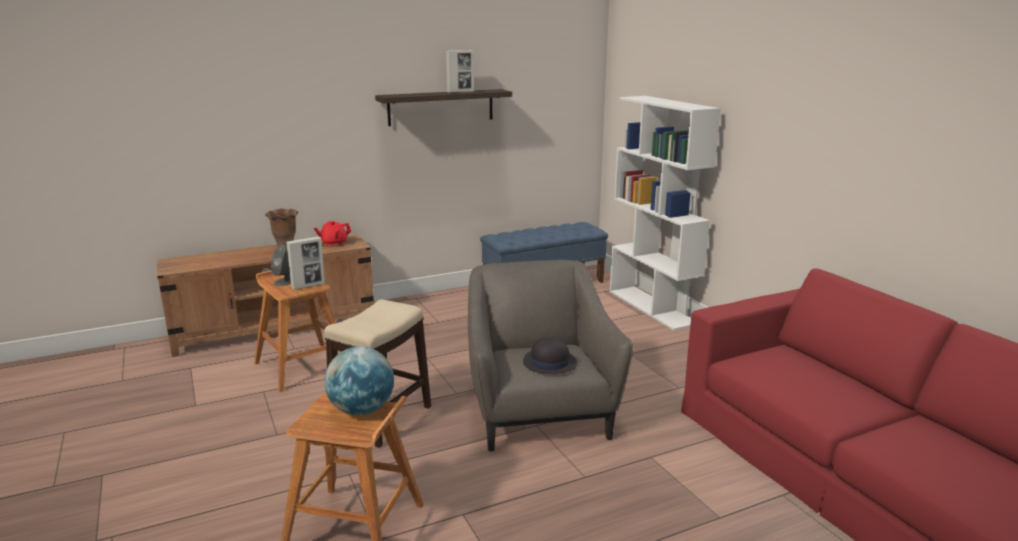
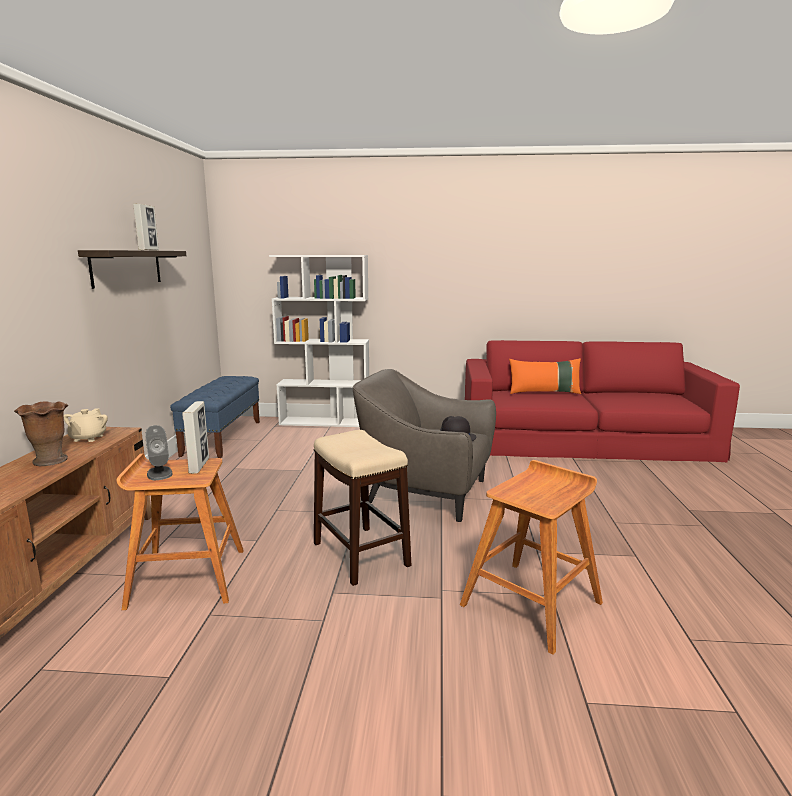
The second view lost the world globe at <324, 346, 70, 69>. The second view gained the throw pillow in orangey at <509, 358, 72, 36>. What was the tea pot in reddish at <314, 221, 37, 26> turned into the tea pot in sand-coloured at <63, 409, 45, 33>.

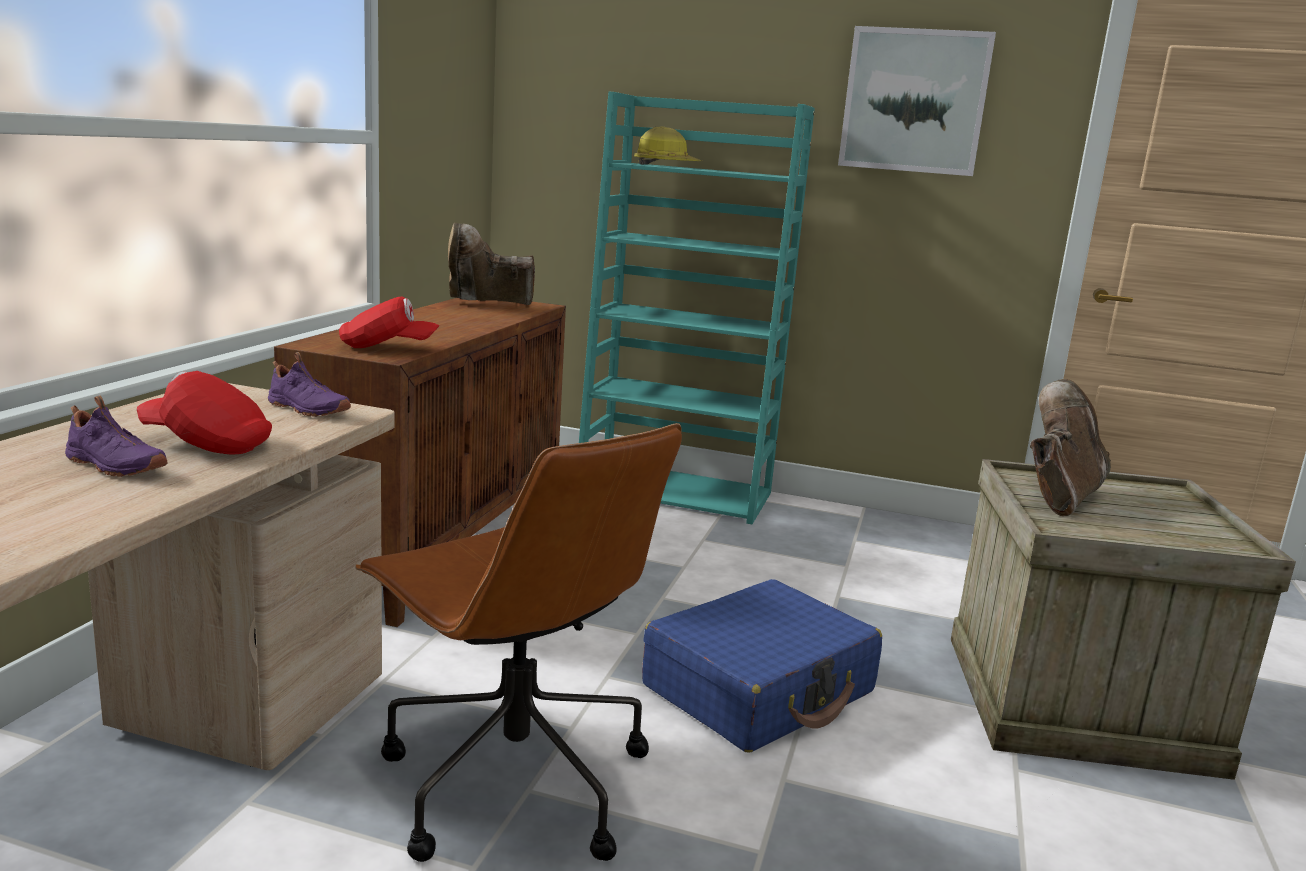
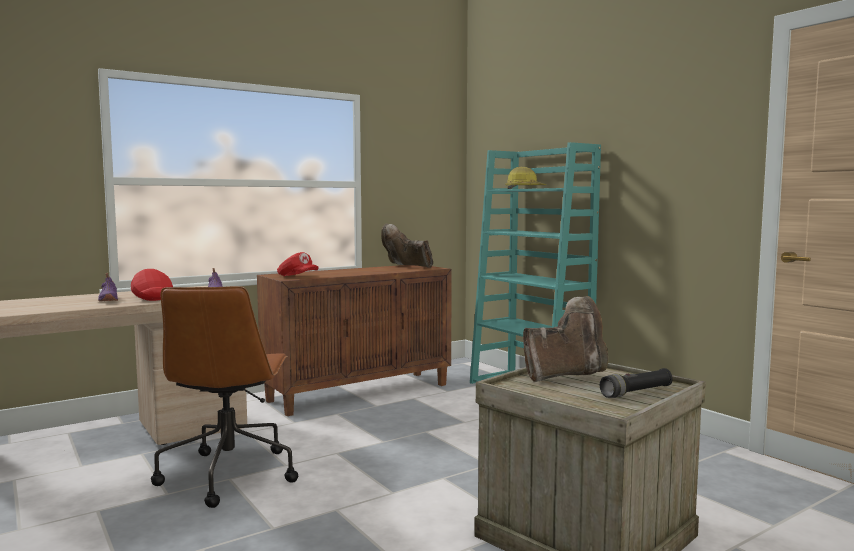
The second view lost the piece of luggage in blue at <642, 579, 240, 173>. The second view lost the picture at <838, 26, 158, 150>. The second view gained the torch in black-coloured at <600, 368, 73, 30>.

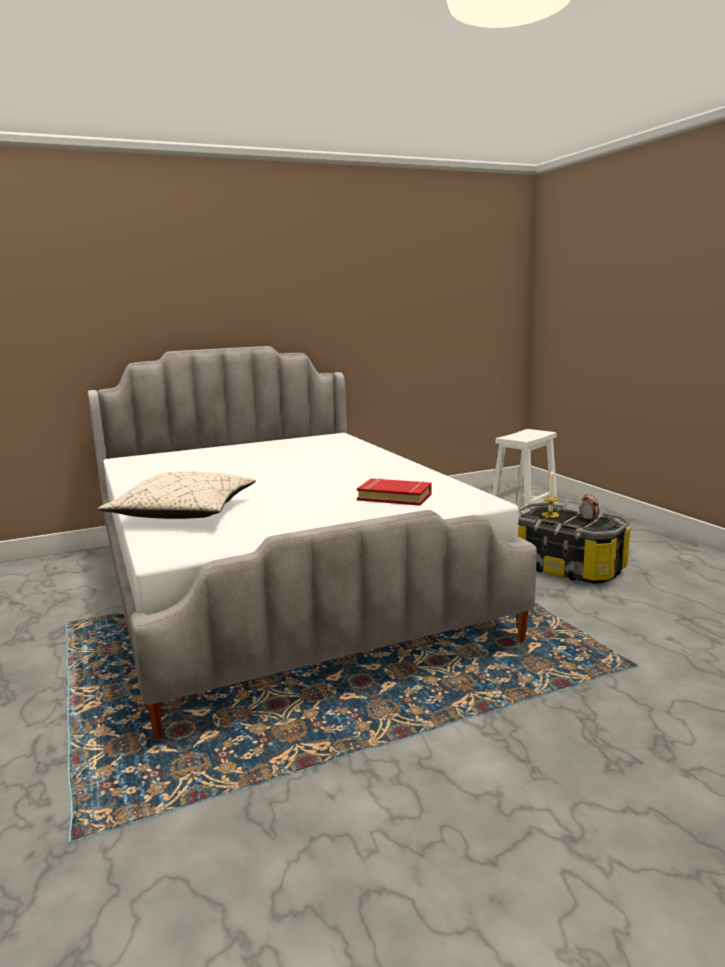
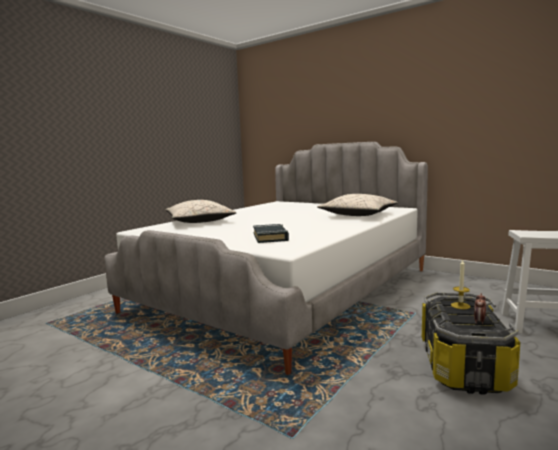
The second view gained the throw pillow in sand-coloured at <317, 194, 81, 22>. What was the volume in reddish at <357, 478, 75, 28> turned into the volume in black-coloured at <253, 224, 36, 19>.

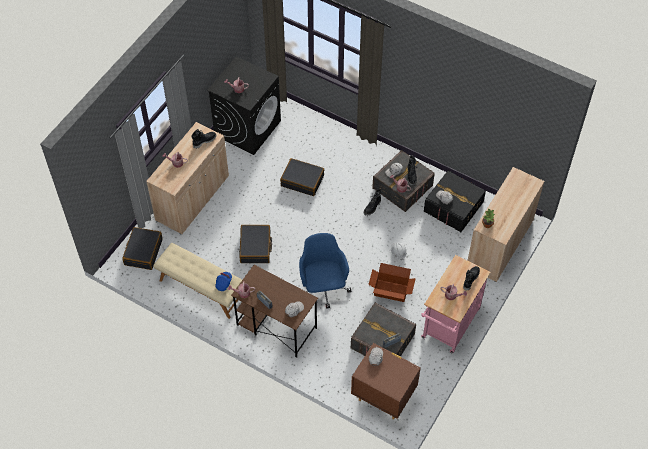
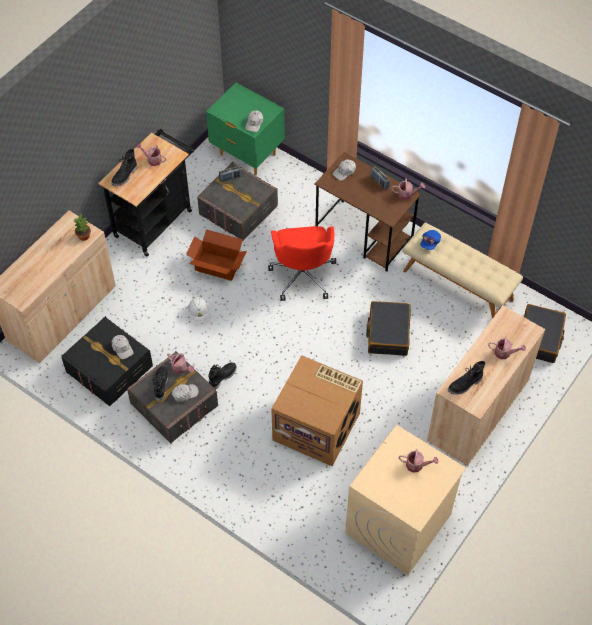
Where the piece of luggage in black-coloured stood at <280, 158, 44, 38>, the cardboard box came to stand at <271, 355, 92, 111>. What was the laundry machine in black-coloured at <207, 57, 74, 98> turned into the laundry machine in sand-coloured at <345, 425, 121, 150>. What was the office chair in blue at <299, 233, 52, 75> turned into the office chair in reddish at <268, 226, 68, 75>. What was the night table in brown-coloured at <351, 343, 70, 77> turned into the night table in green at <206, 83, 79, 92>. What was the trolley in pink-coloured at <421, 255, 70, 98> turned into the trolley in black-coloured at <98, 129, 96, 128>.

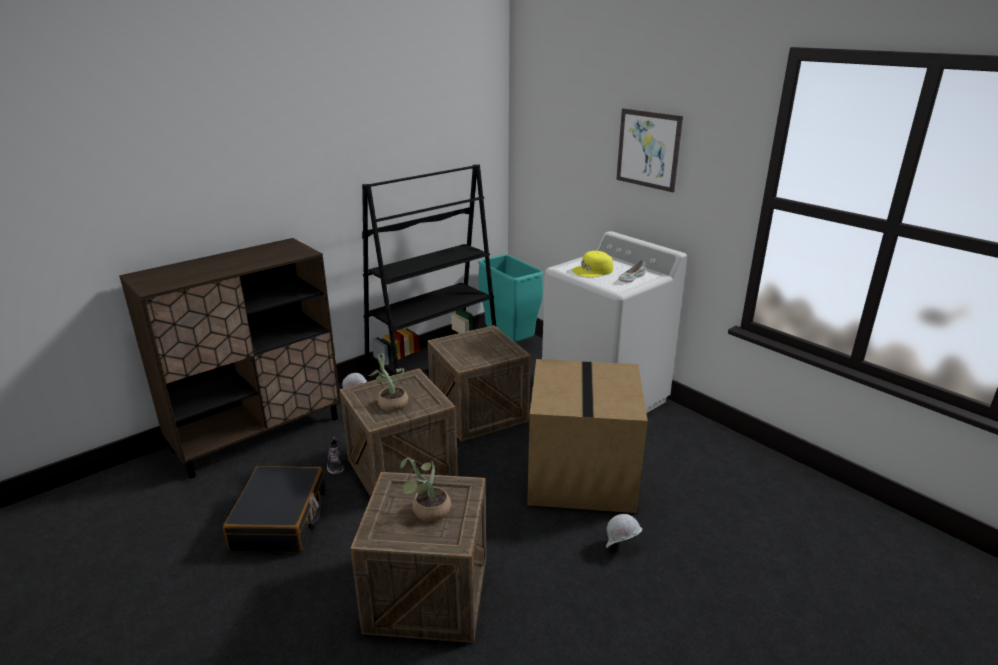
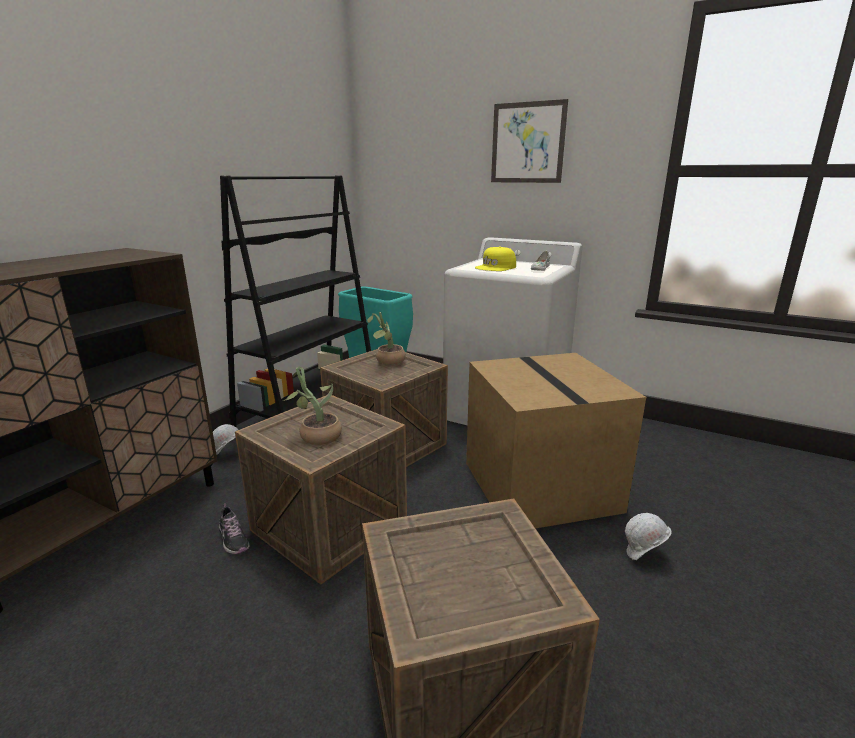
The second view lost the piece of luggage in black-coloured at <223, 466, 103, 87>. The houseplant ended up elsewhere, having gone from <400, 458, 51, 64> to <367, 312, 39, 53>.

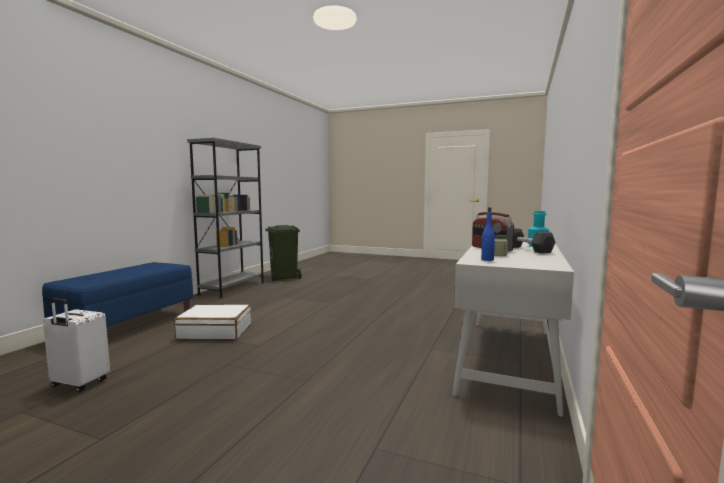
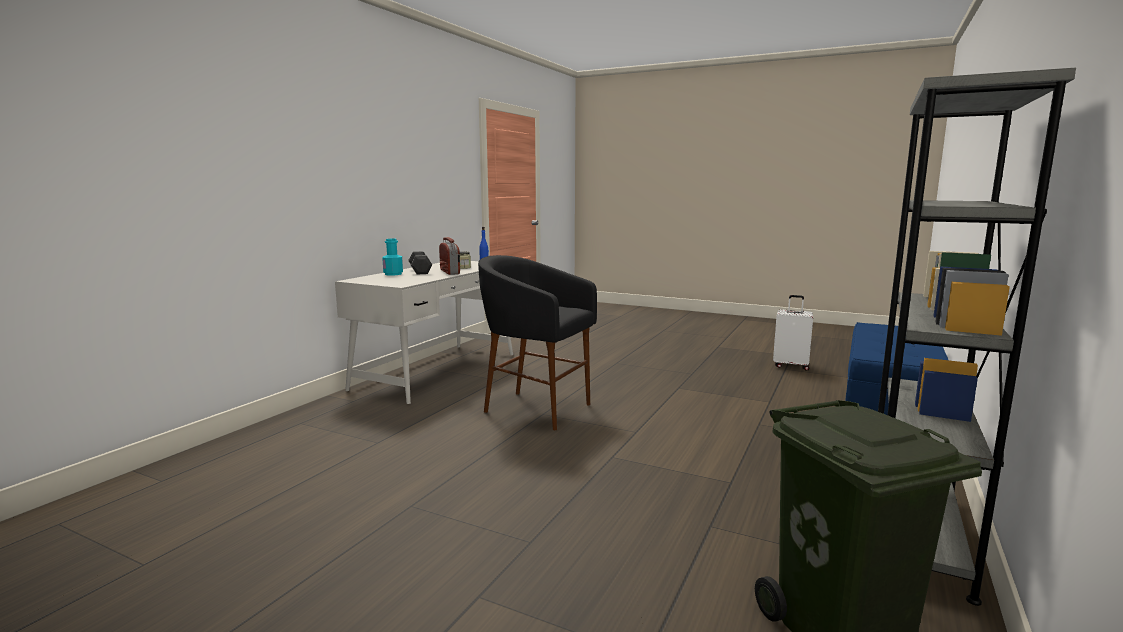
The second view lost the piece of luggage in white at <174, 305, 77, 35>. The second view gained the stool in black-coloured at <478, 255, 119, 175>.

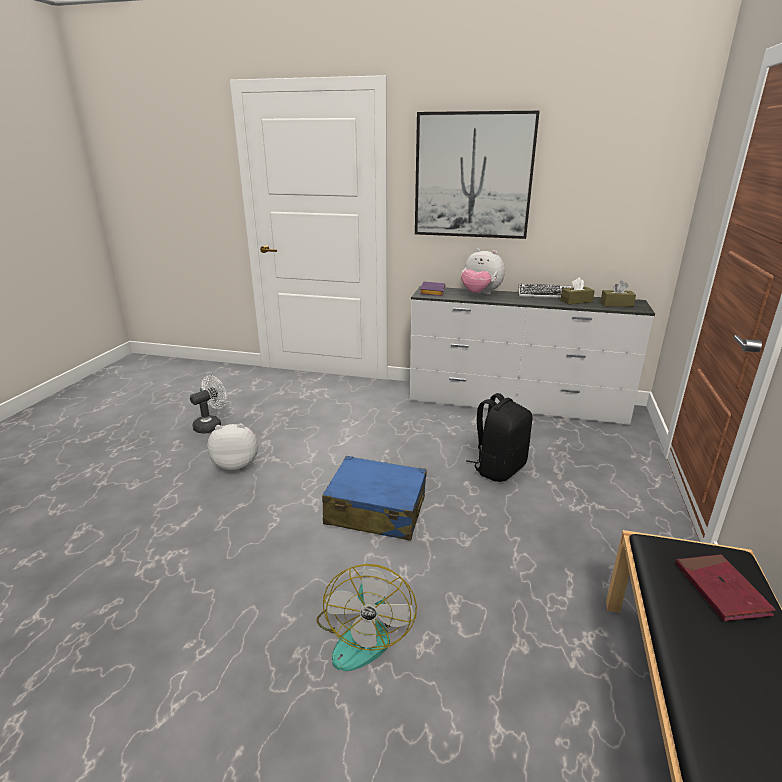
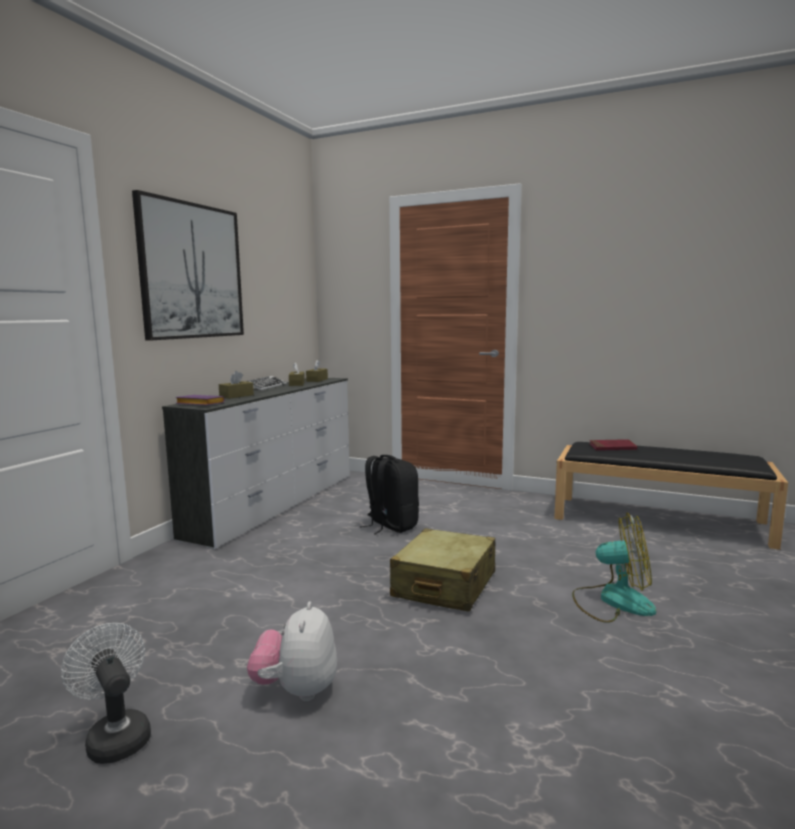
Where the soft toy stood at <461, 248, 44, 47>, the tissue box in brown-coloured came to stand at <219, 371, 35, 28>. What was the piece of luggage in blue at <322, 456, 105, 85> turned into the piece of luggage in sand-coloured at <390, 528, 105, 84>.

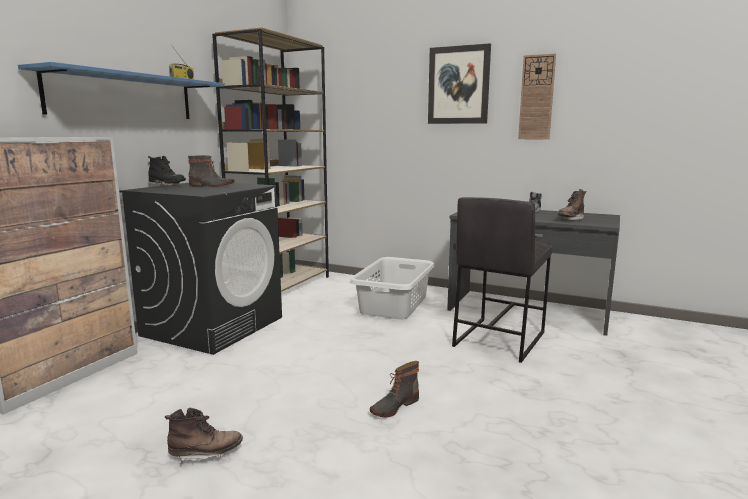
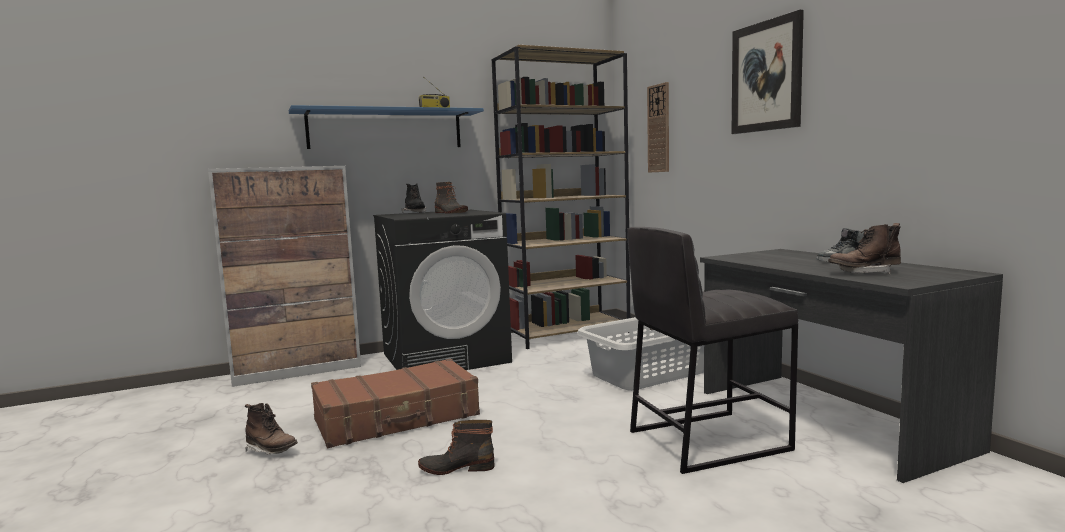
The second view gained the piece of luggage in brown-coloured at <311, 358, 169, 90>. The hanging clock ended up elsewhere, having gone from <518, 53, 38, 87> to <647, 82, 22, 91>.

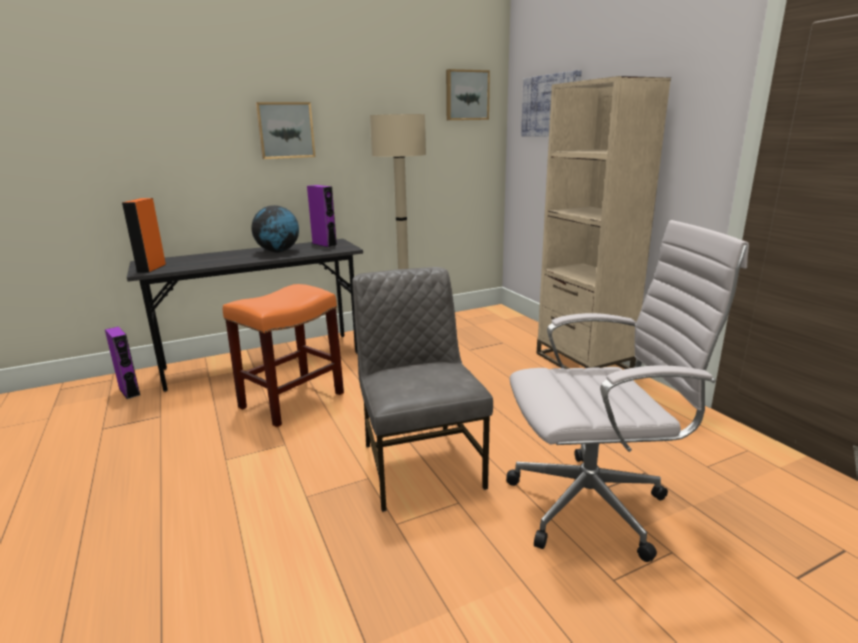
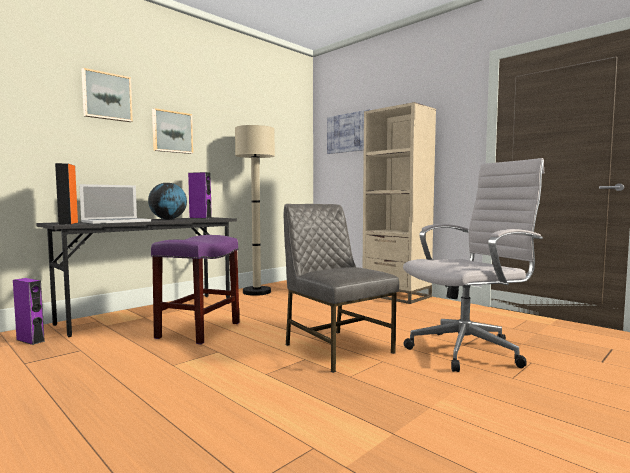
The second view gained the laptop at <79, 184, 72, 40>. The picture ended up elsewhere, having gone from <446, 69, 44, 51> to <81, 68, 52, 54>. What was the stool in orangey at <223, 284, 121, 144> turned into the stool in purplish at <151, 235, 89, 110>.

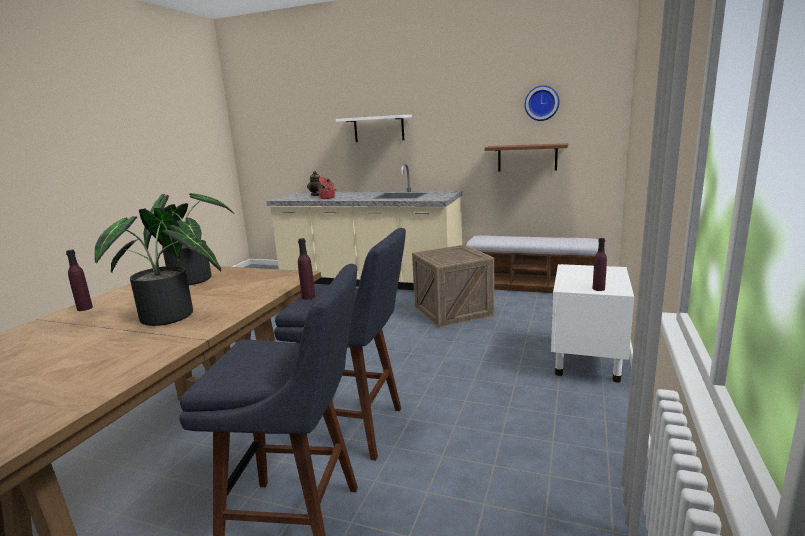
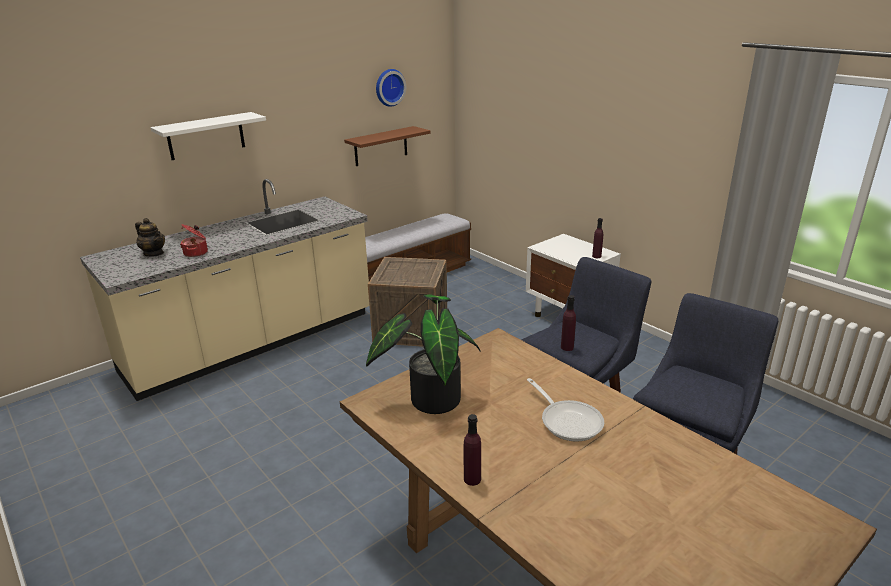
Where the houseplant stood at <95, 207, 126, 119>, the pan came to stand at <527, 378, 77, 64>.

